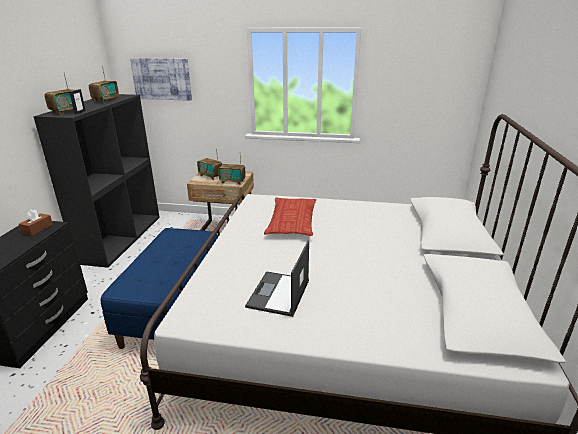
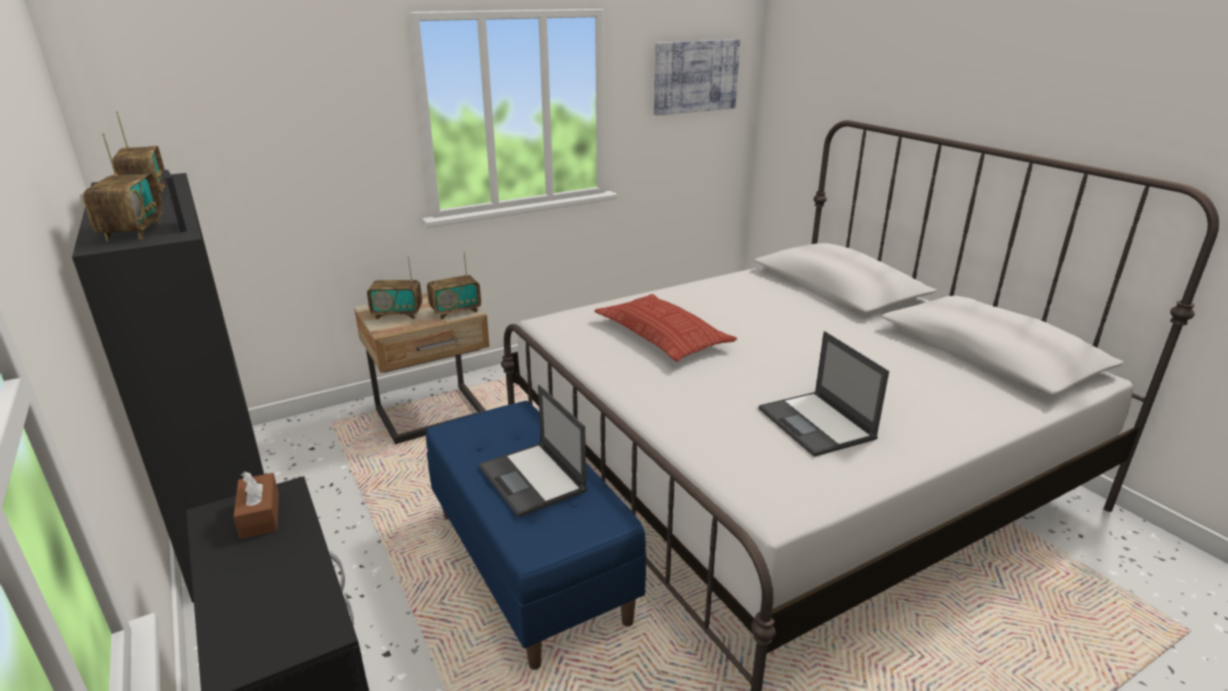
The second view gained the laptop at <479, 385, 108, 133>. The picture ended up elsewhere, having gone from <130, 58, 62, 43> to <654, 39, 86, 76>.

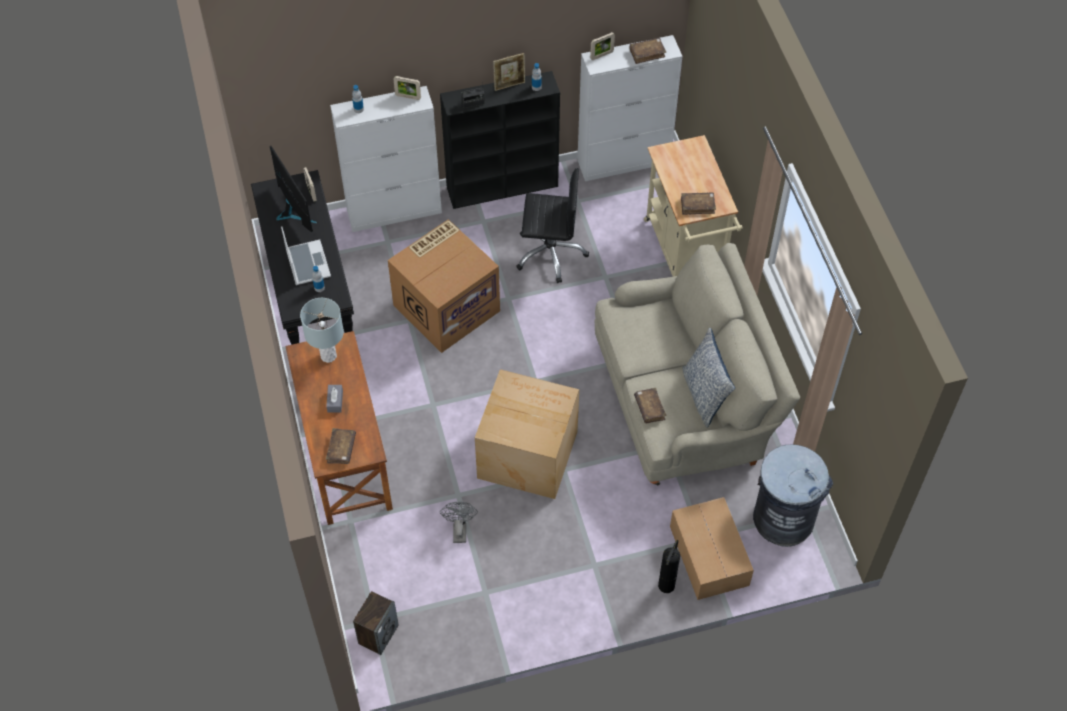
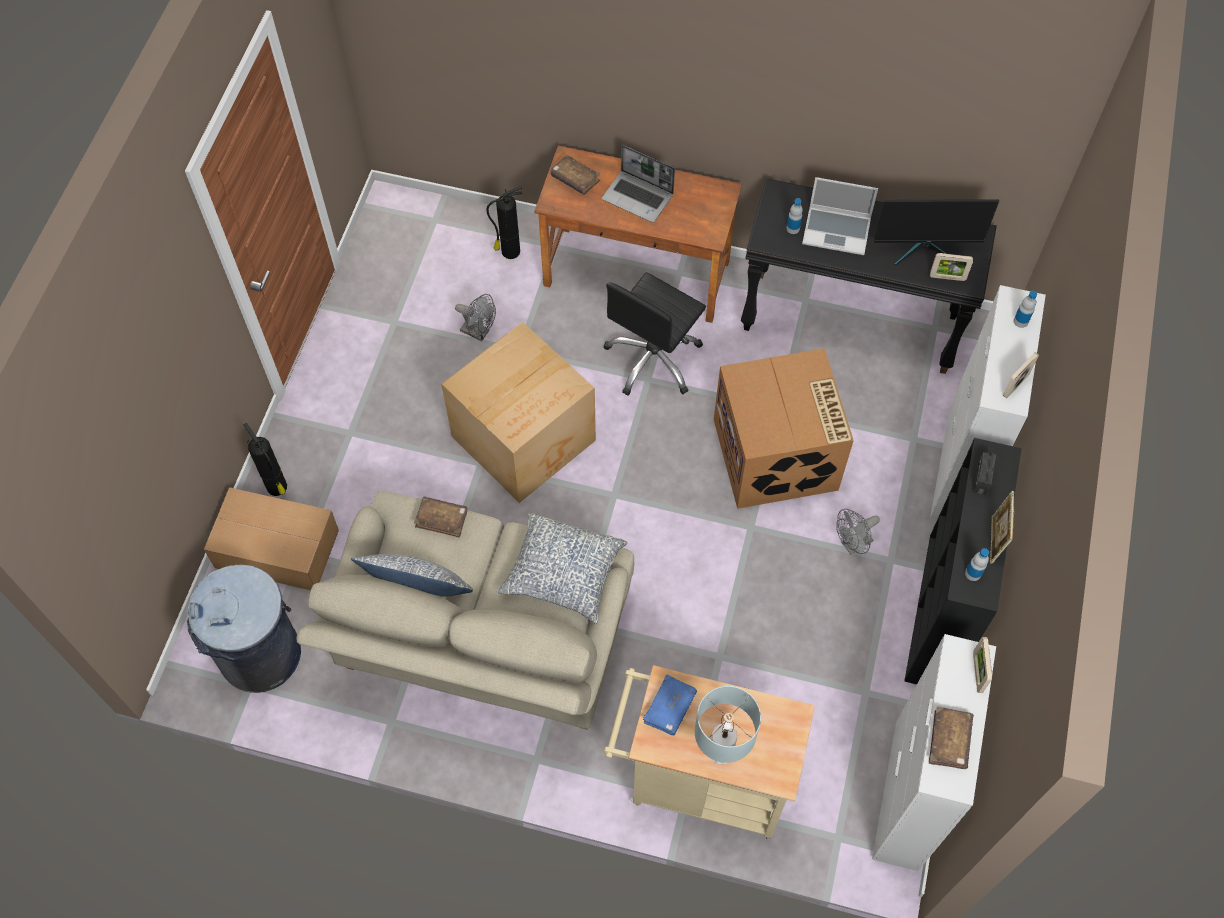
The second view lost the speaker at <353, 591, 46, 64>. The second view gained the fire-fighting cylinder at <487, 186, 36, 73>. The second view gained the throw pillow at <498, 512, 129, 112>. The second view gained the cooling fan in gray at <836, 509, 44, 45>. The tabletop lamp in gray ended up elsewhere, having gone from <300, 298, 44, 65> to <695, 686, 66, 78>. The office chair in black-coloured ended up elsewhere, having gone from <516, 168, 73, 115> to <603, 272, 103, 124>. Where the tissue box in gray stood at <326, 385, 17, 28>, the laptop came to stand at <602, 145, 73, 78>. What was the volume in brown-coloured at <681, 192, 35, 23> turned into the volume in blue at <643, 675, 54, 61>.

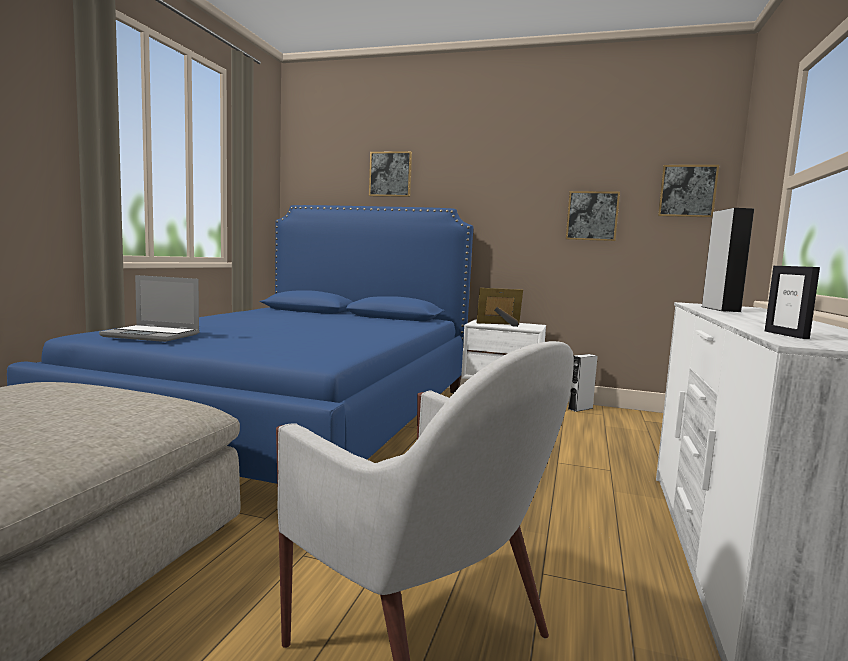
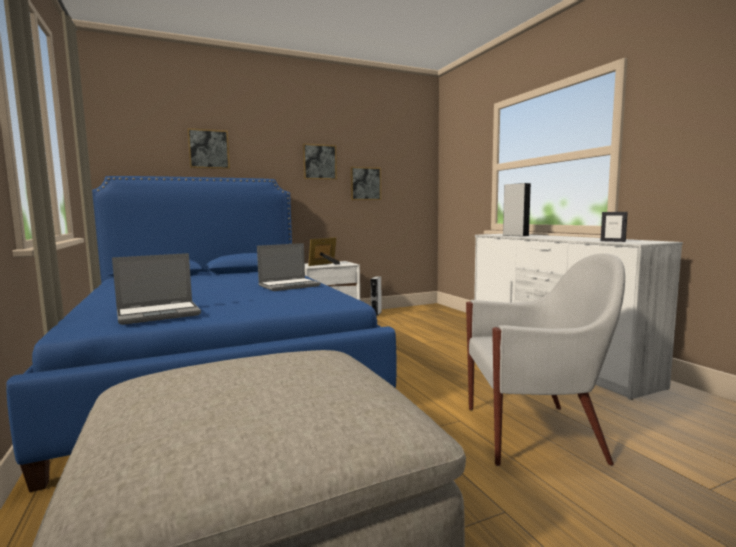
The second view gained the laptop at <257, 243, 64, 48>. The picture ended up elsewhere, having gone from <658, 165, 61, 52> to <303, 144, 34, 36>.

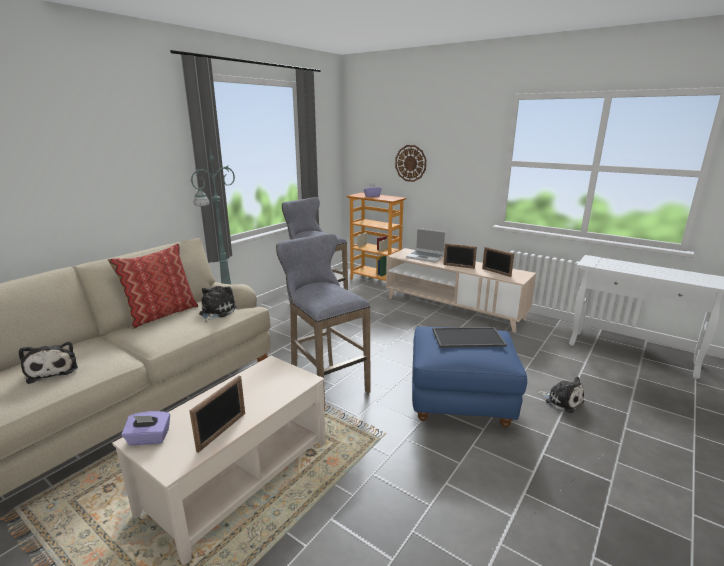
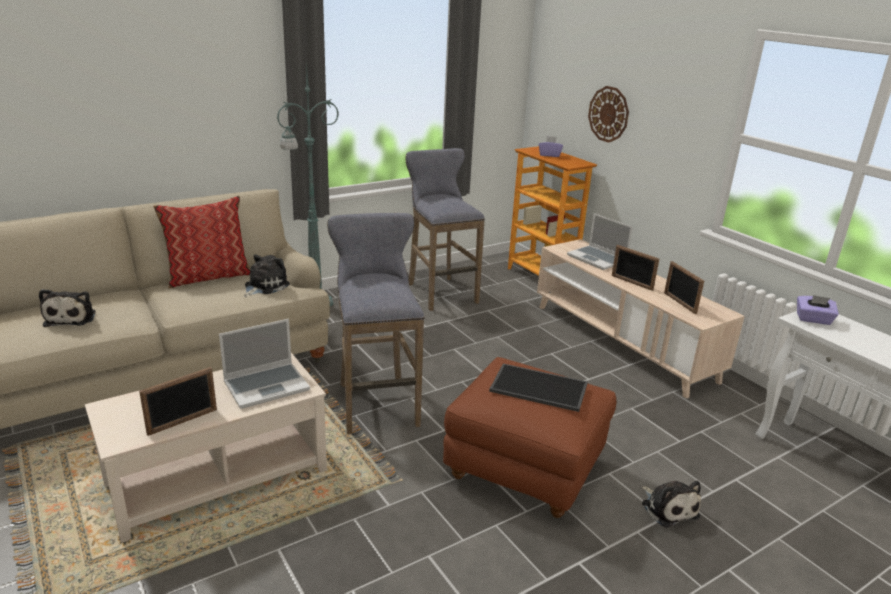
The second view gained the laptop at <219, 319, 91, 90>. The tissue box in purplish ended up elsewhere, having gone from <121, 411, 49, 34> to <797, 295, 42, 30>. What was the footrest in blue at <412, 326, 115, 102> turned into the footrest in brown-coloured at <443, 357, 173, 161>.

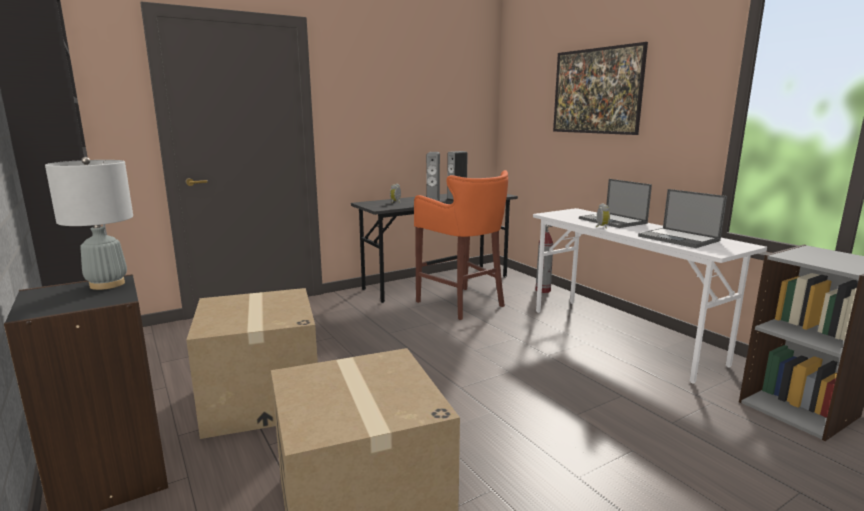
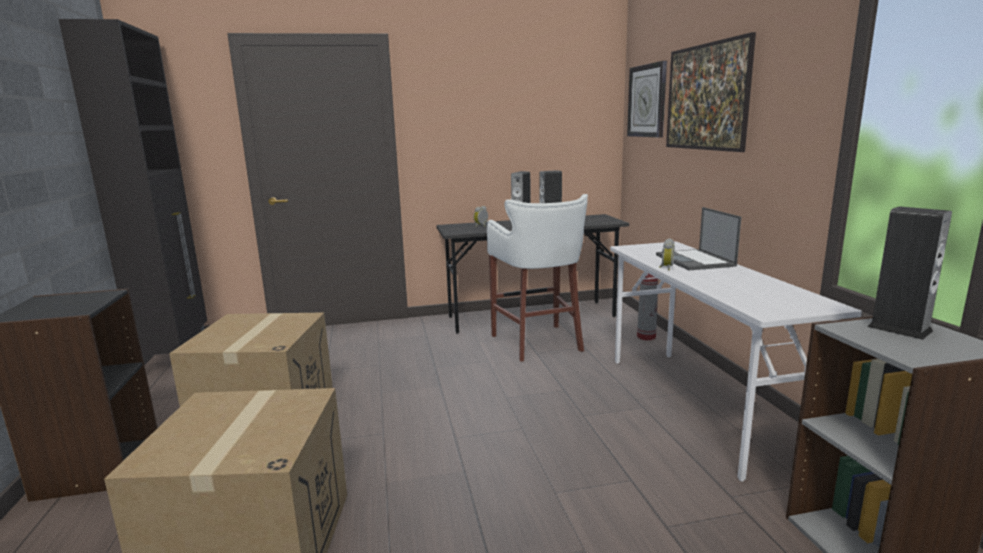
The second view lost the tabletop lamp in gray at <45, 157, 88, 133>. The second view lost the laptop at <638, 189, 89, 59>. The second view gained the hanging clock at <627, 61, 40, 76>. The second view gained the speaker at <867, 206, 85, 134>. What was the stool in orangey at <414, 170, 94, 150> turned into the stool in white at <487, 194, 101, 168>.

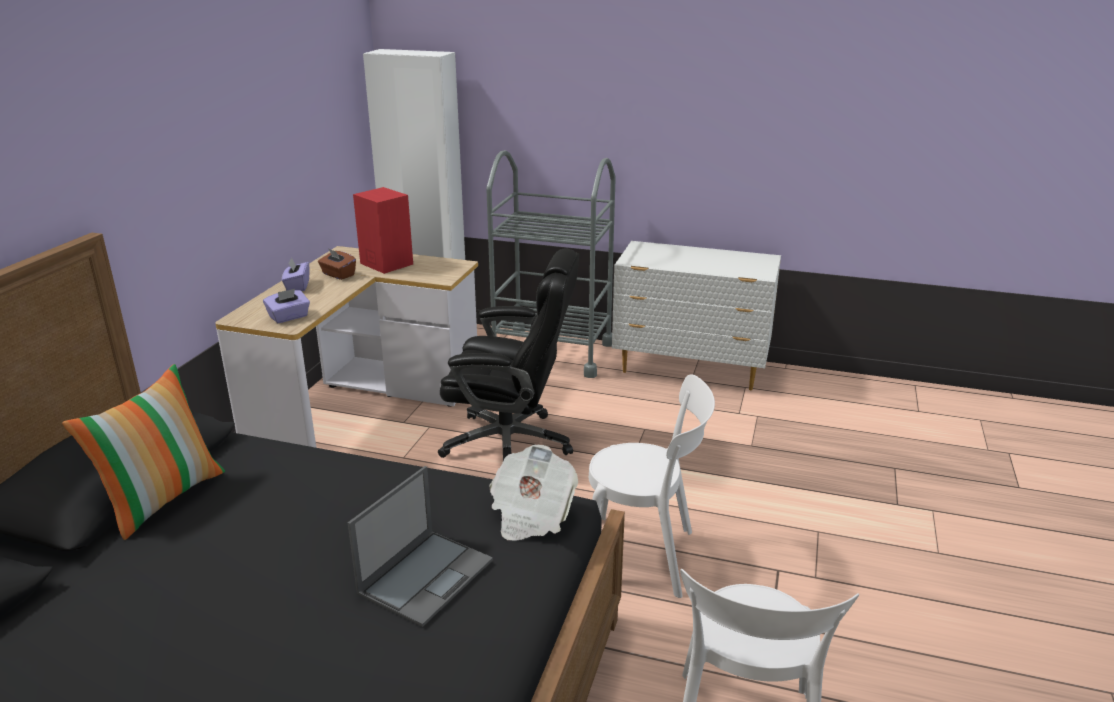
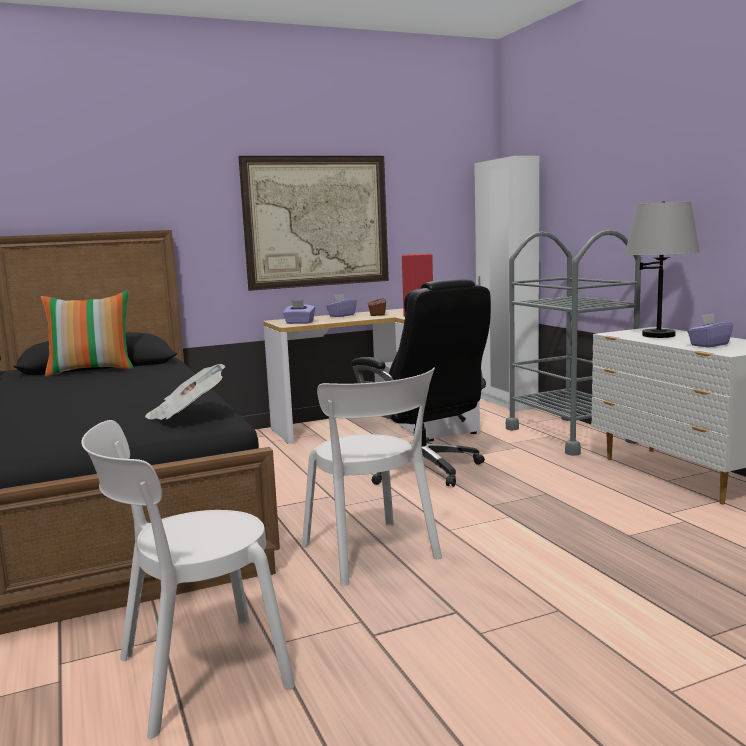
The second view lost the laptop at <348, 466, 145, 161>. The second view gained the picture at <238, 156, 151, 135>. The second view gained the tabletop lamp in gray at <625, 201, 75, 137>. The second view gained the tissue box in purplish at <687, 313, 47, 34>.

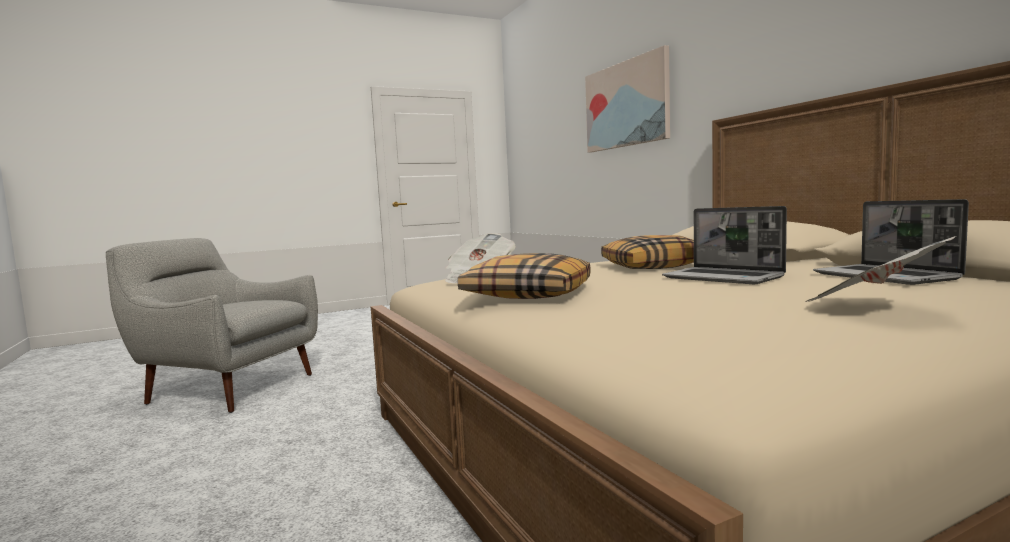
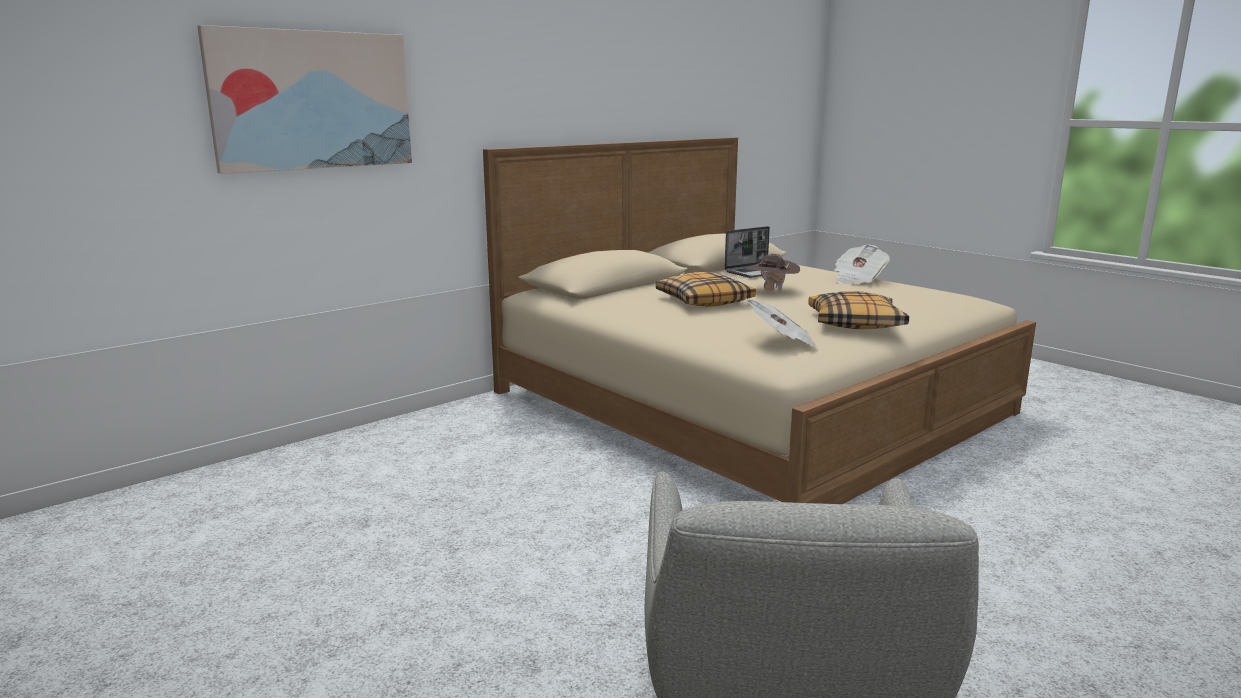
Where the laptop stood at <662, 206, 125, 78>, the hat in brown-coloured came to stand at <745, 254, 55, 37>.

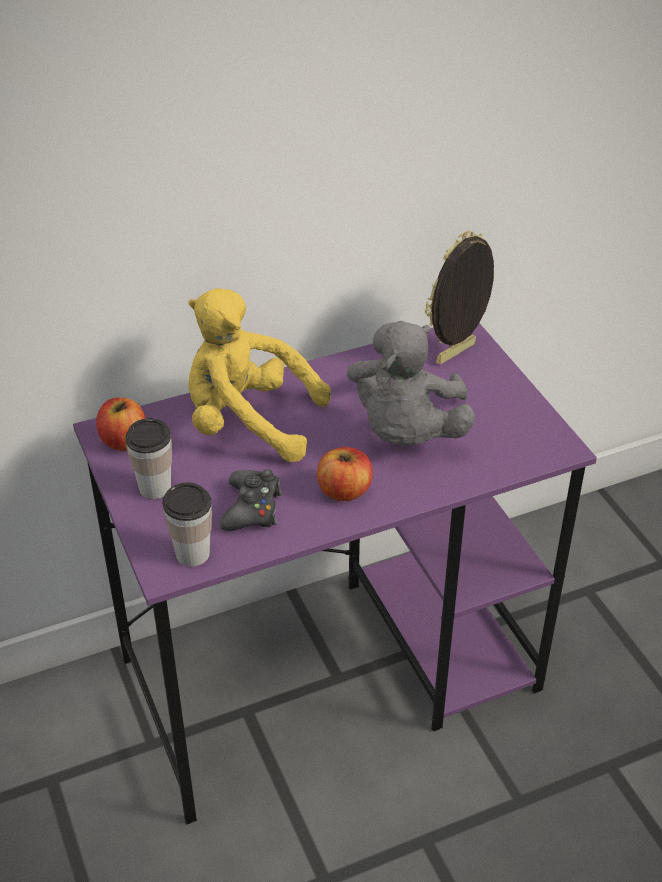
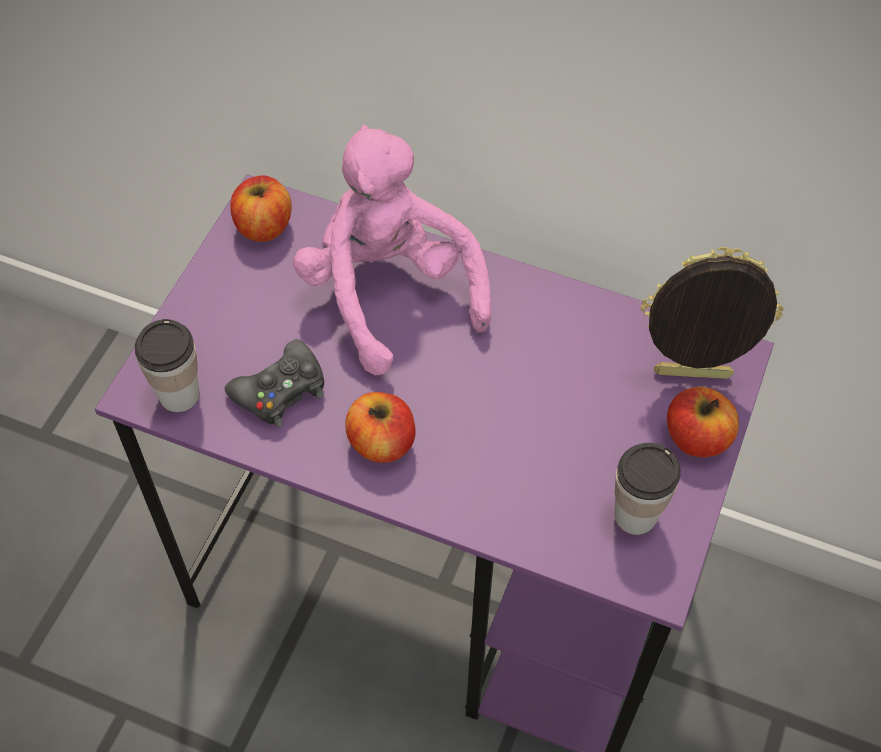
The second view lost the soft toy in gray at <347, 320, 128, 126>. The second view gained the apple at <667, 387, 72, 70>. The cup ended up elsewhere, having gone from <125, 418, 47, 81> to <615, 443, 66, 92>. What was the soft toy in yellow at <189, 288, 142, 174> turned into the soft toy in pink-coloured at <293, 125, 198, 250>.

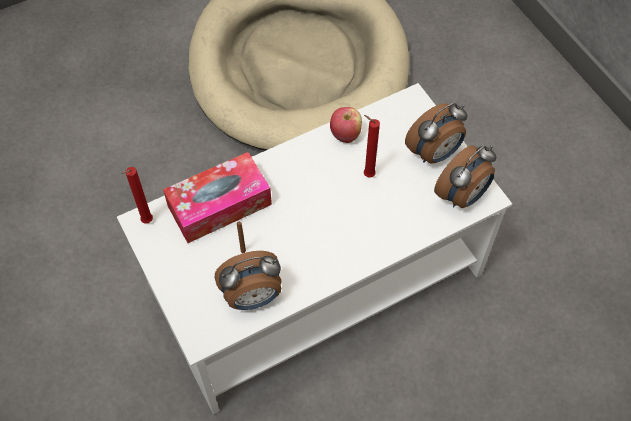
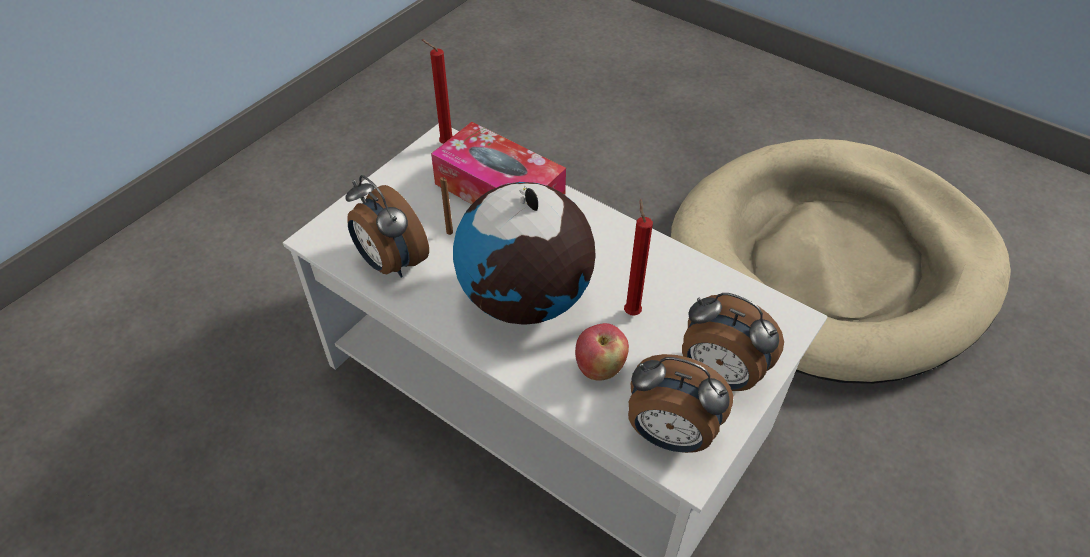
The second view gained the world globe at <453, 182, 143, 143>. The apple ended up elsewhere, having gone from <330, 107, 32, 36> to <575, 323, 54, 58>.

